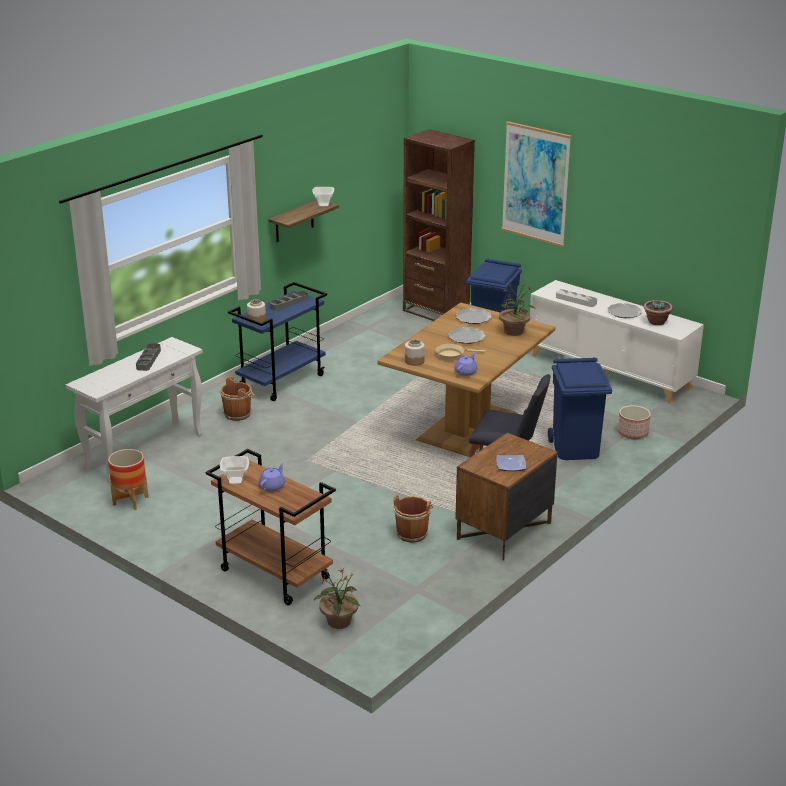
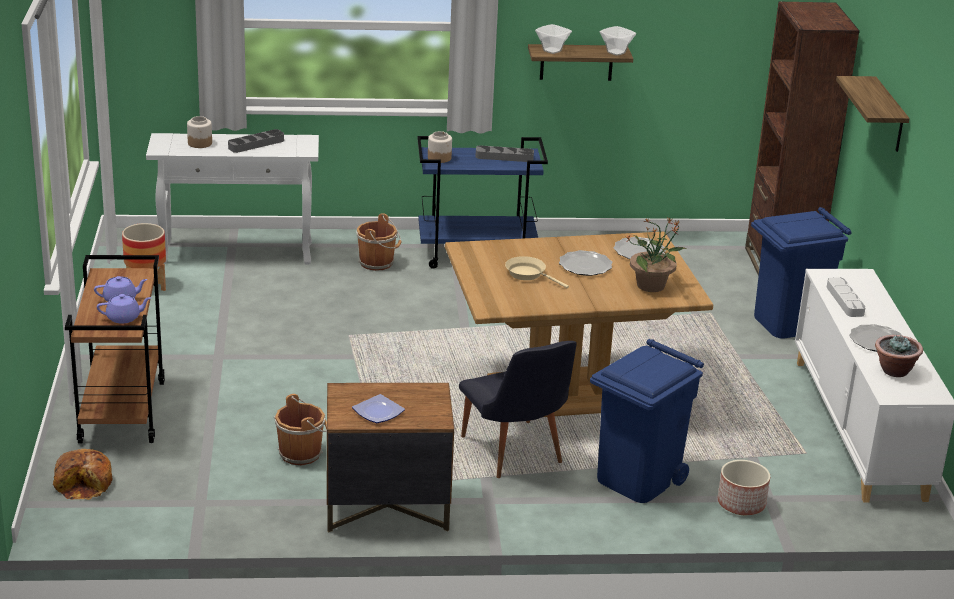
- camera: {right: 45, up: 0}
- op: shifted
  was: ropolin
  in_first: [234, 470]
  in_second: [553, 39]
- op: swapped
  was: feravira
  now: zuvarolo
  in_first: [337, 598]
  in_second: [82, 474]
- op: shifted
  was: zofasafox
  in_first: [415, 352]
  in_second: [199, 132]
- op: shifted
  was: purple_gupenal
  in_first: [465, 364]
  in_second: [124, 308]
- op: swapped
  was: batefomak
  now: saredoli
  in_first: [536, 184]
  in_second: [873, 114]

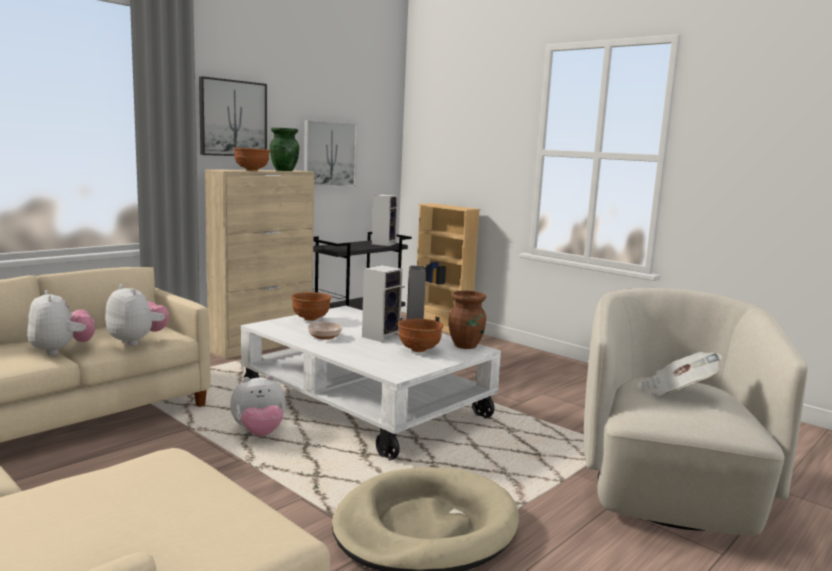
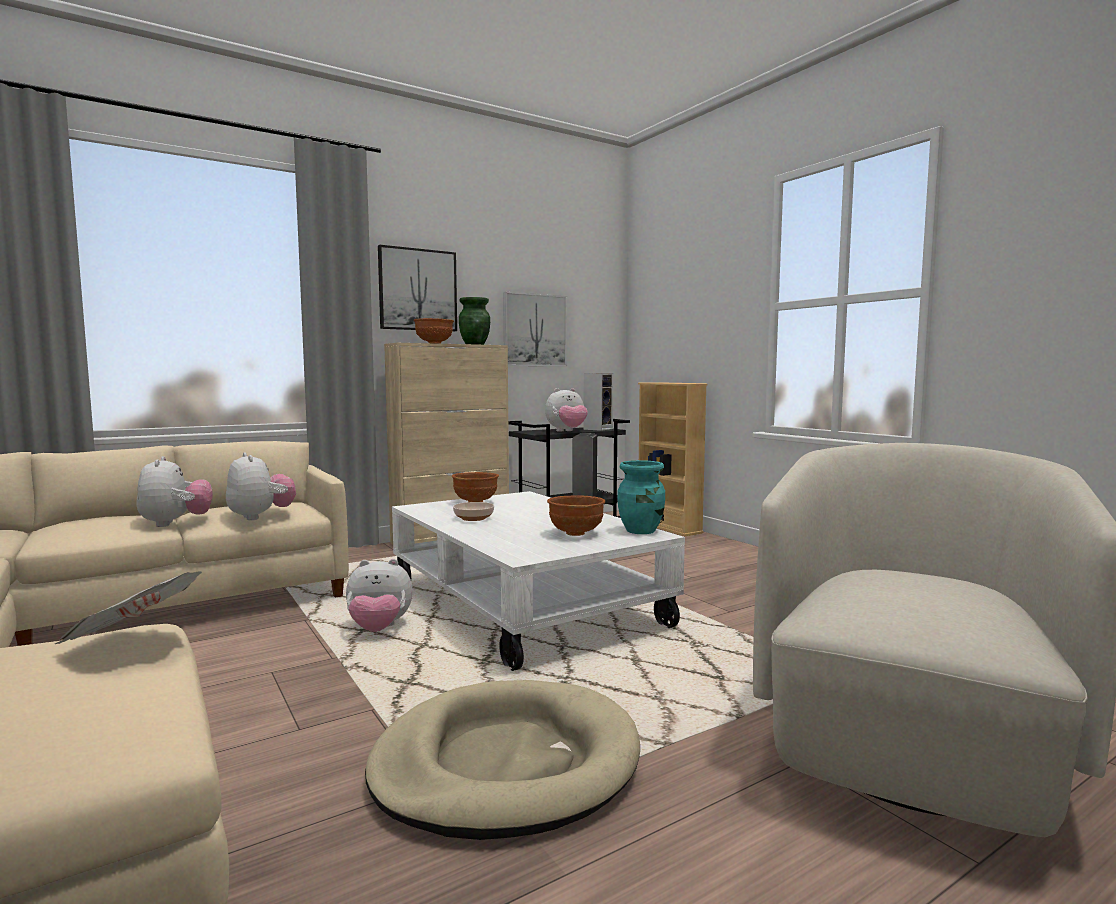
- camera: {right: 15, up: -5}
- op: gone
  was: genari
  in_first: [382, 303]
- op: repainted
  was: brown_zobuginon
  now: turquoise_zobuginon
  in_first: [467, 319]
  in_second: [641, 497]
- op: shifted
  was: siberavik
  in_first: [680, 374]
  in_second: [128, 607]
- op: new
  now: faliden
  in_second: [566, 410]

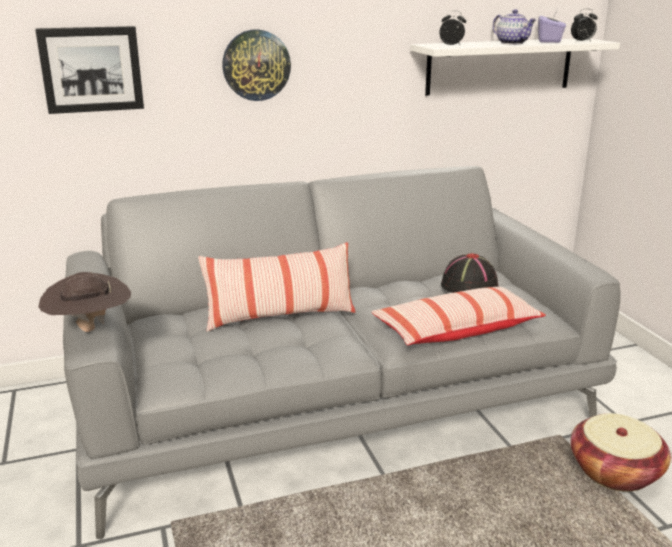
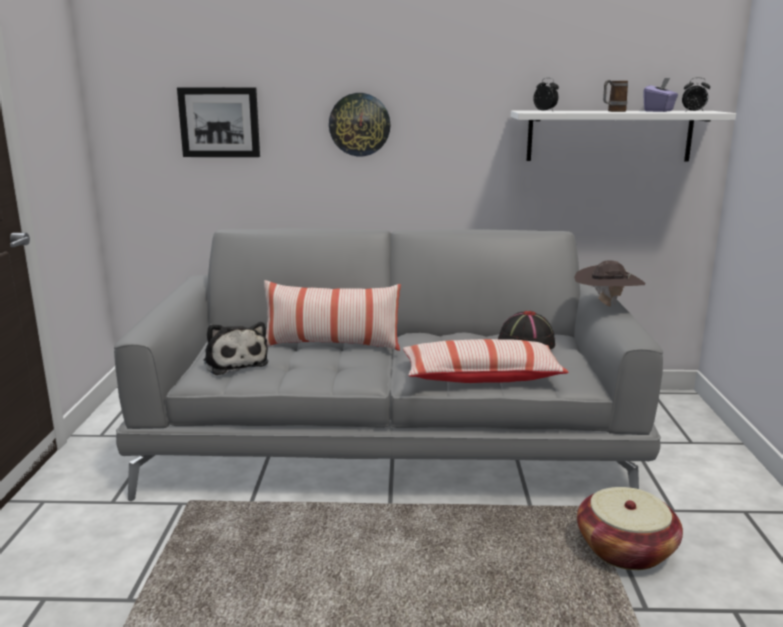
- camera: {right: 20, up: -5}
- op: shifted
  was: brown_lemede
  in_first: [84, 302]
  in_second: [610, 283]
- op: swapped
  was: gupenal
  now: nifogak
  in_first: [514, 27]
  in_second: [615, 96]
- op: new
  now: faliden
  in_second: [236, 348]

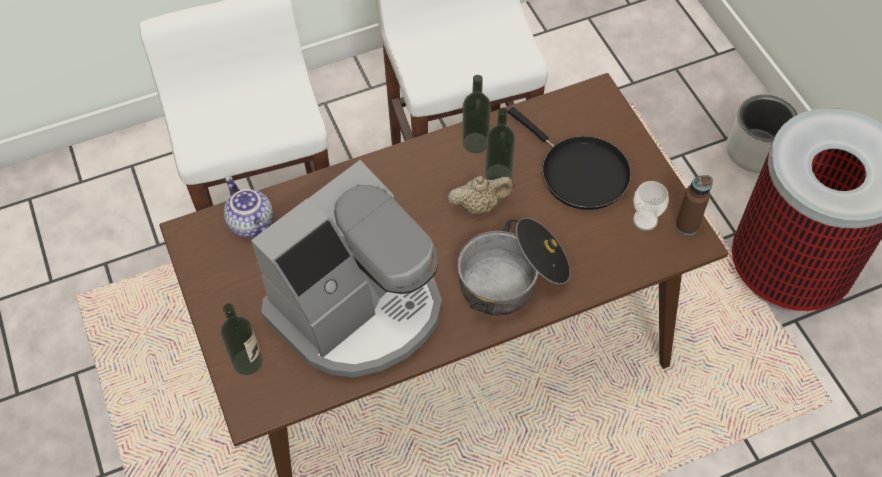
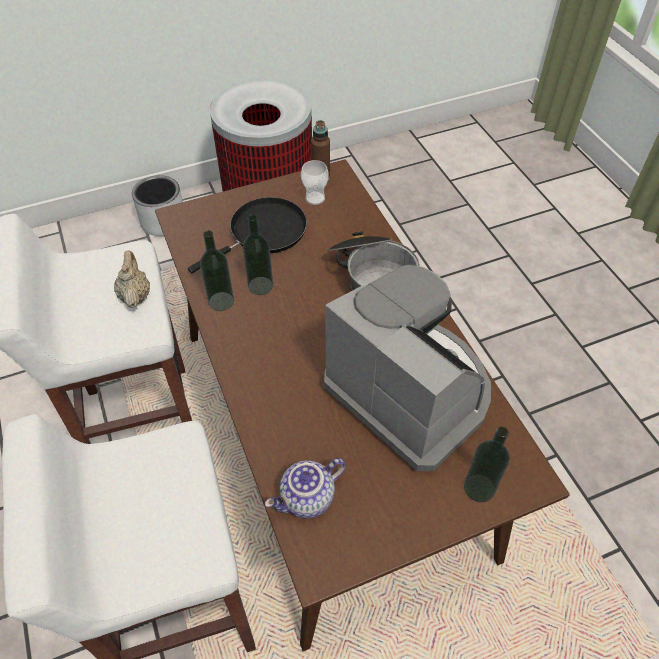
- camera: {right: -90, up: -5}
- op: shifted
  was: beige_gupenal
  in_first: [481, 195]
  in_second: [132, 279]

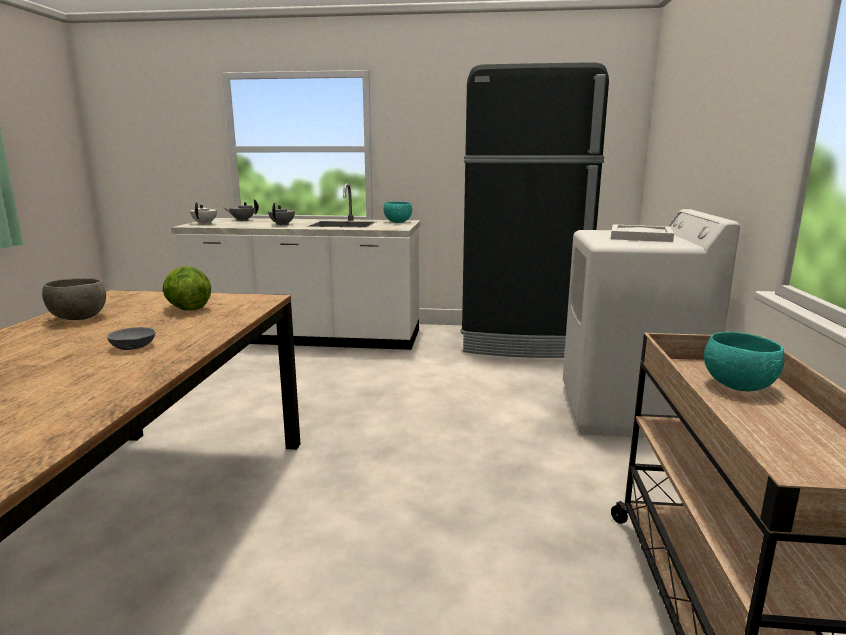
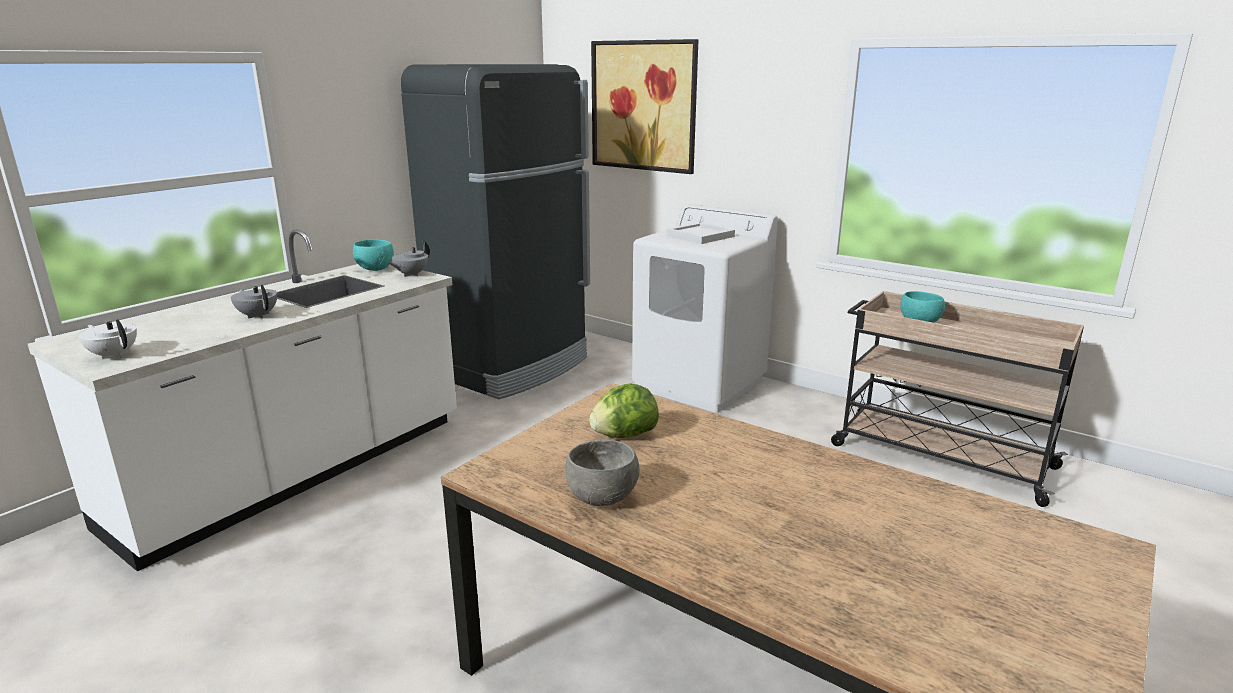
- camera: {right: -60, up: 5}
- op: gone
  was: grey_ropolin
  in_first: [131, 338]
- op: shifted
  was: grey_gupenal
  in_first: [241, 210]
  in_second: [408, 259]
- op: new
  now: batefomak
  in_second: [644, 106]

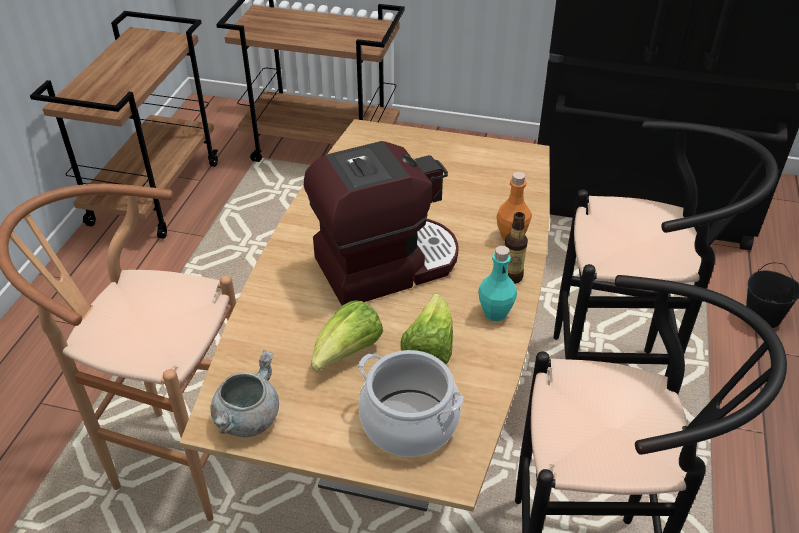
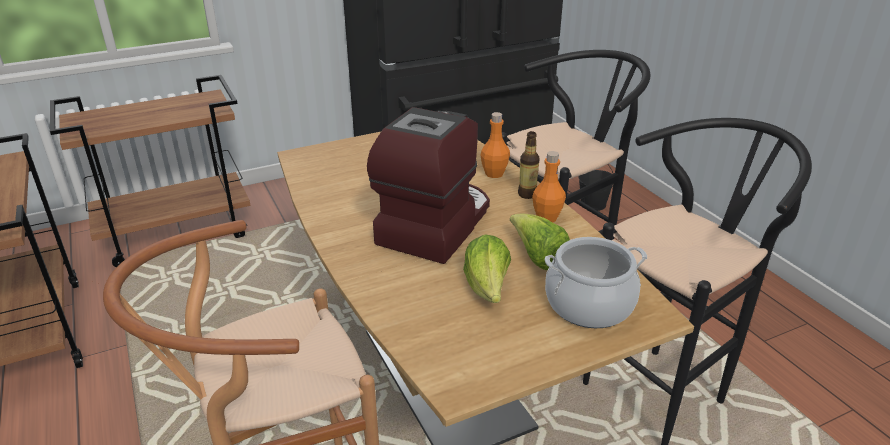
- camera: {right: -40, up: -10}
- op: gone
  was: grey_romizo
  in_first: [244, 393]
- op: repainted
  was: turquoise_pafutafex
  now: orange_pafutafex
  in_first: [497, 283]
  in_second: [549, 186]

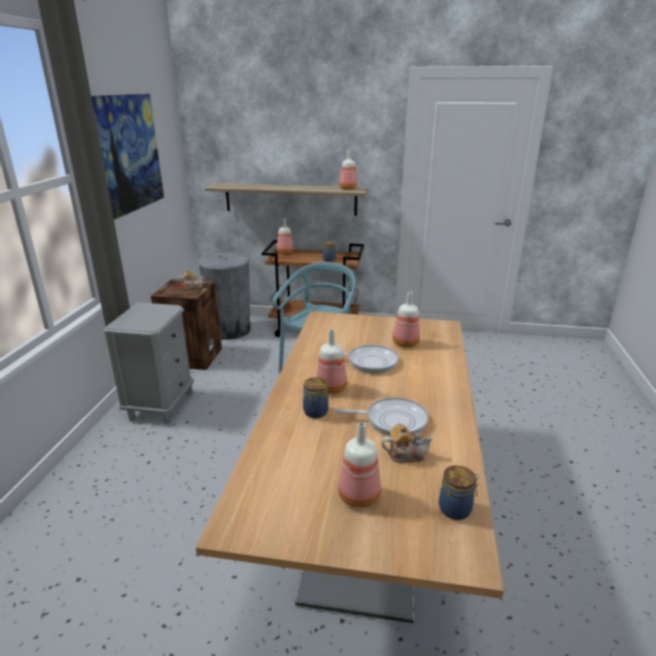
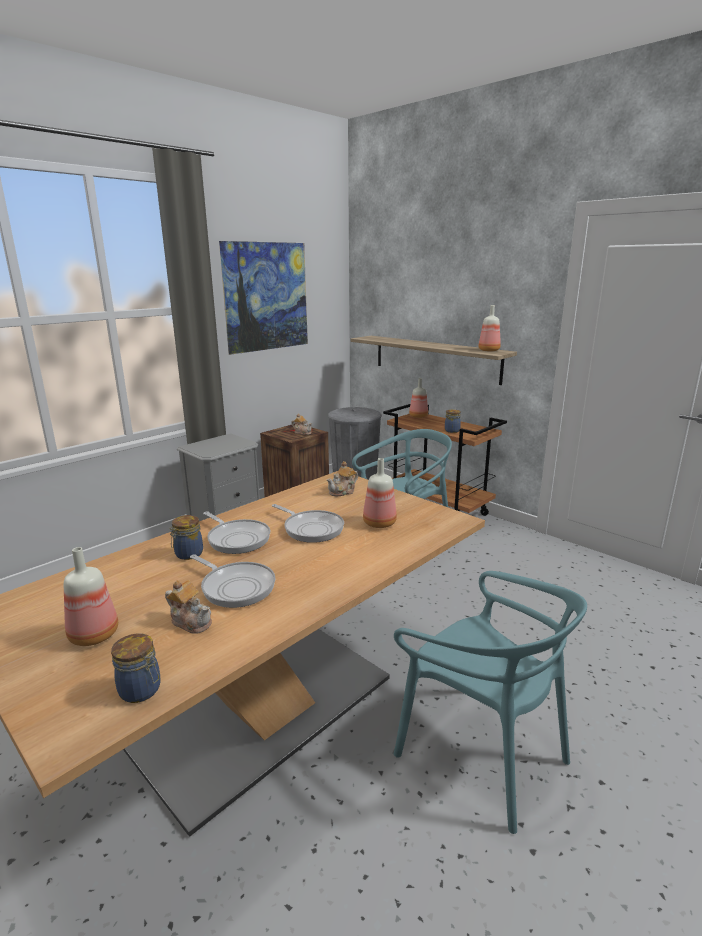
- camera: {right: 35, up: -5}
- op: swapped
  was: pafutafex
  now: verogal
  in_first: [331, 361]
  in_second: [236, 532]
- op: new
  now: gupenal
  in_second: [342, 479]
- op: new
  now: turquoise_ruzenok
  in_second: [490, 702]

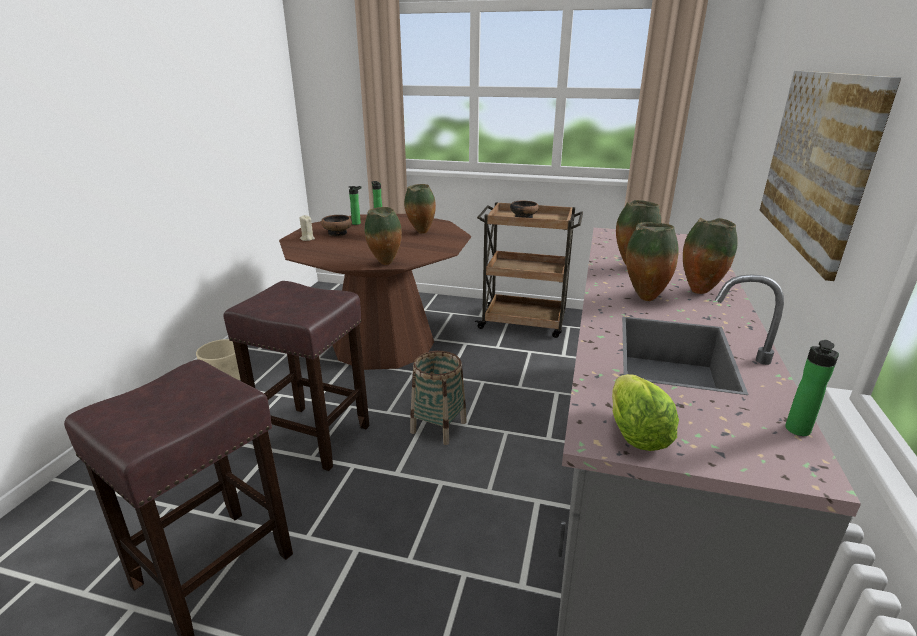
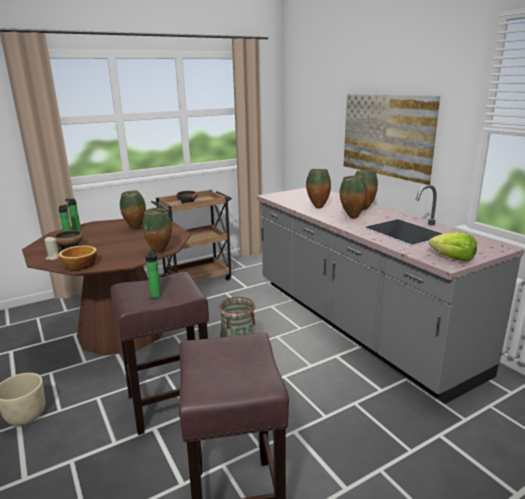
- camera: {right: -45, up: -5}
- op: shifted
  was: pafutafex
  in_first: [812, 388]
  in_second: [153, 274]
- op: new
  now: ropolin
  in_second: [77, 258]

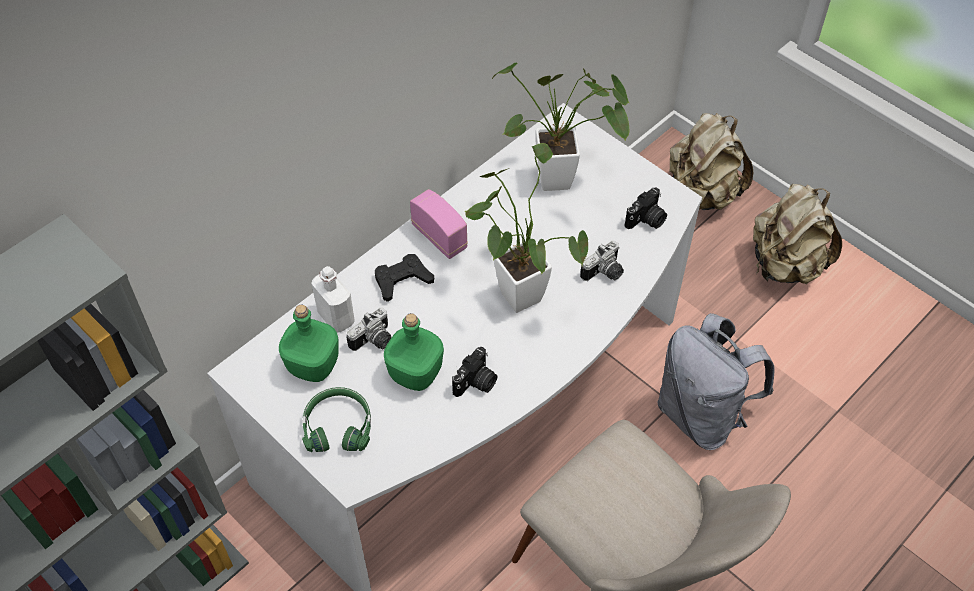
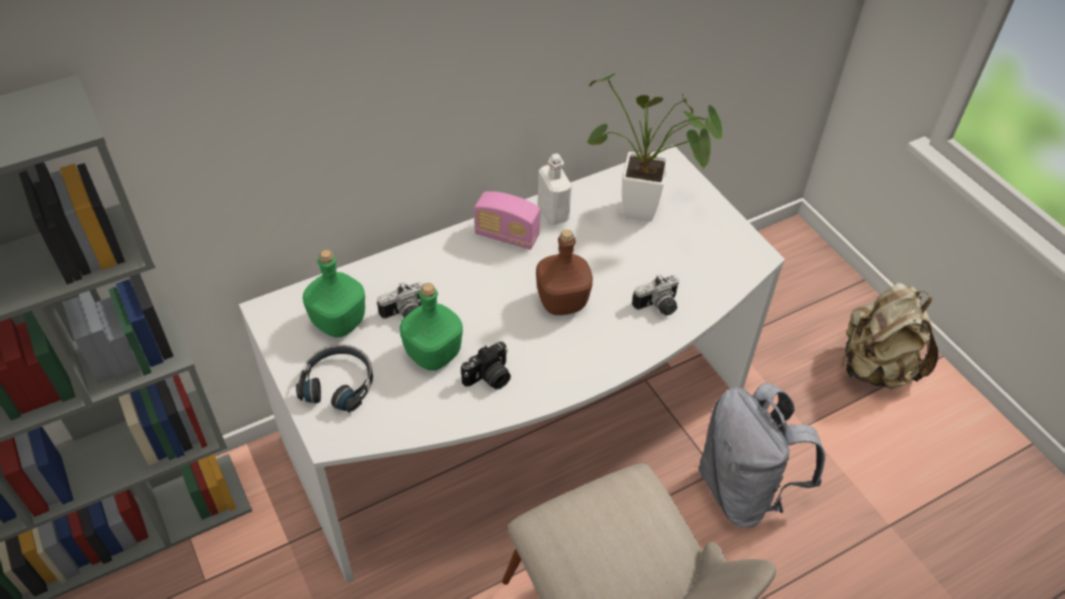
- camera: {right: 15, up: -5}
- op: repainted
  was: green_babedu
  now: black_babedu
  in_first: [336, 420]
  in_second: [334, 378]
- op: shifted
  was: white_pafutafex
  in_first: [333, 299]
  in_second: [555, 189]
- op: gone
  was: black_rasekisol
  in_first: [404, 278]
- op: rotated
  was: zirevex
  in_first: [439, 224]
  in_second: [507, 220]
  clockwise: 135
- op: swapped
  was: feravira
  now: brown_pafutafex
  in_first: [526, 228]
  in_second: [564, 272]
- op: gone
  was: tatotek
  in_first: [646, 208]
- op: gone
  was: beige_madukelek
  in_first: [711, 161]

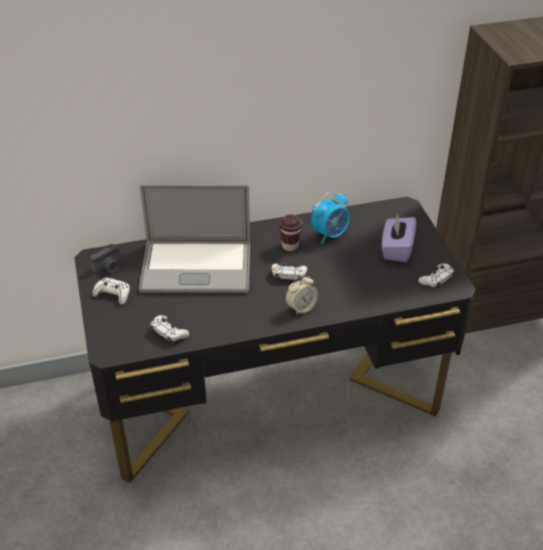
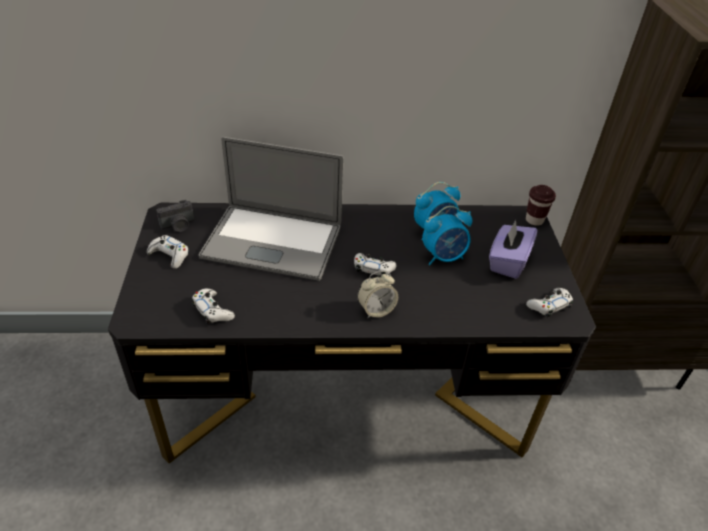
- camera: {right: 10, up: 0}
- op: shifted
  was: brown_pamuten
  in_first: [290, 233]
  in_second: [541, 205]
- op: new
  now: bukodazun
  in_second: [447, 235]

